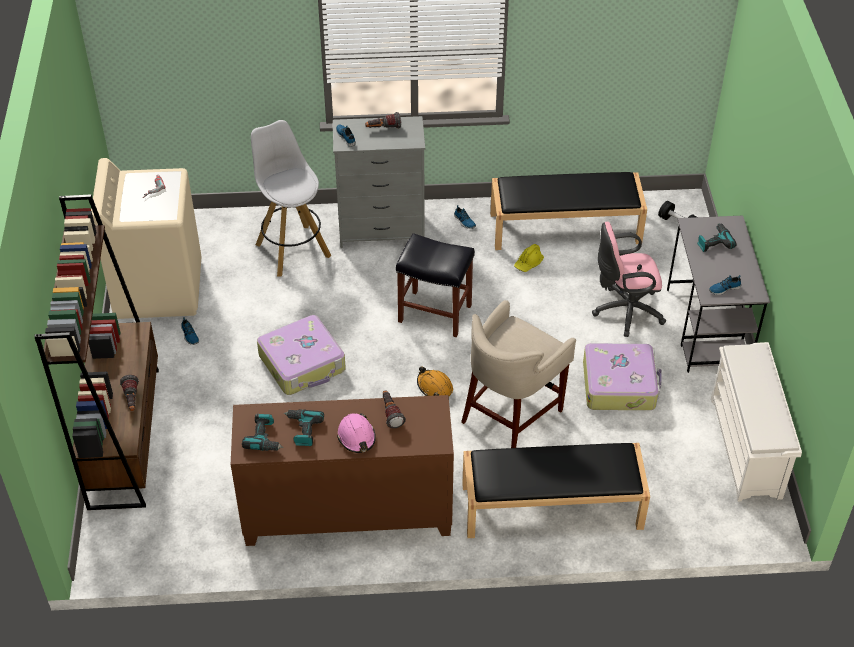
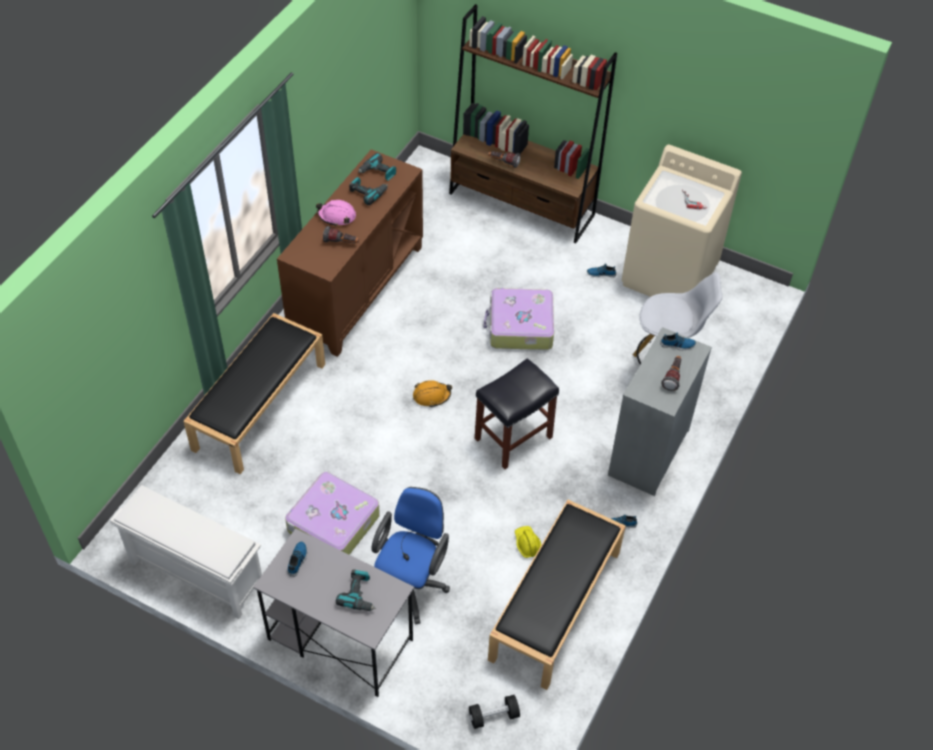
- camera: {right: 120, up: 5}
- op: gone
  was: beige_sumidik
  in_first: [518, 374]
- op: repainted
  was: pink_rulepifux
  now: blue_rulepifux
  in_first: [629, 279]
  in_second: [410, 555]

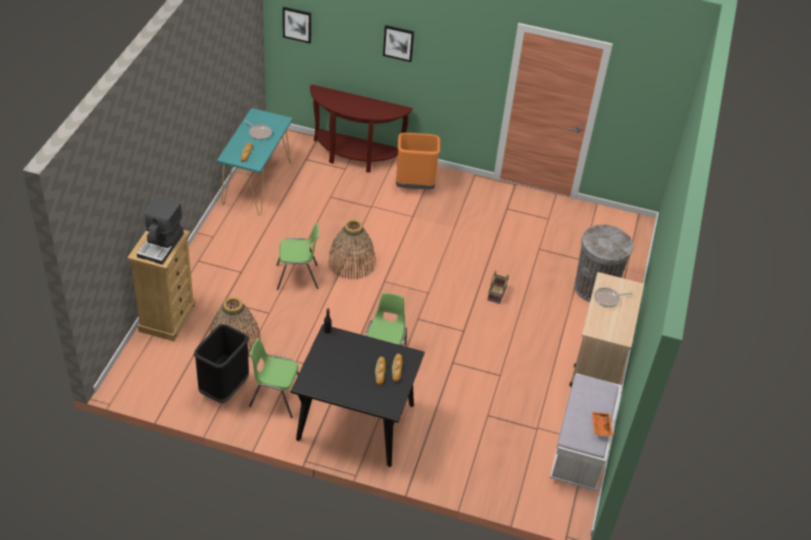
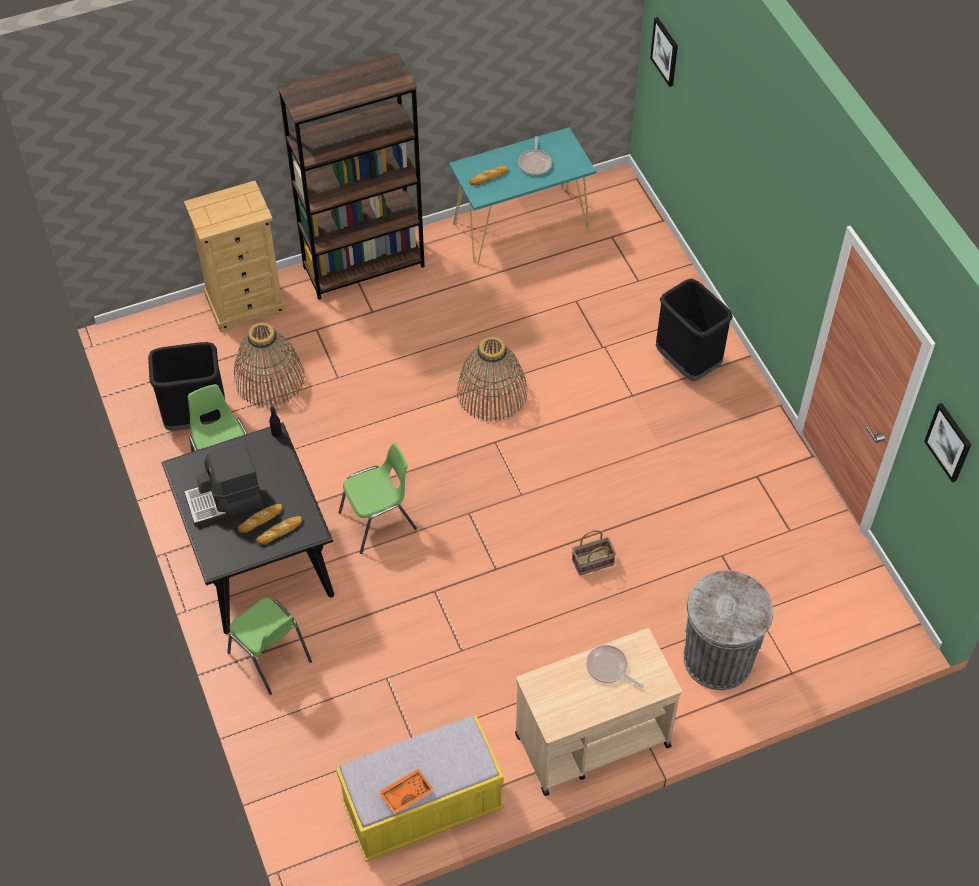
- camera: {right: 55, up: 10}
- op: shifted
  was: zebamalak
  in_first: [160, 230]
  in_second: [223, 483]
- op: shifted
  was: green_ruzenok
  in_first: [298, 256]
  in_second: [269, 646]
- op: gone
  was: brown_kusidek
  in_first: [361, 128]
- op: shifted
  was: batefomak
  in_first: [398, 43]
  in_second: [947, 443]
- op: repainted
  was: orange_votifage
  now: black_votifage
  in_first: [418, 161]
  in_second: [694, 330]
- op: repainted
  was: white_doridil
  now: yellow_doridil
  in_first: [585, 432]
  in_second: [420, 789]
- op: new
  now: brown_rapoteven
  in_second: [351, 176]

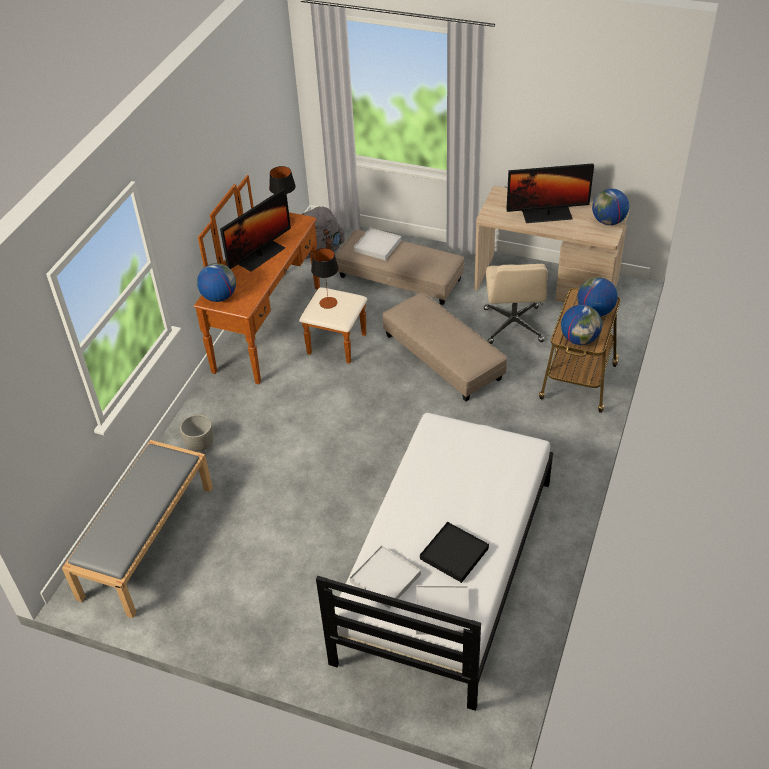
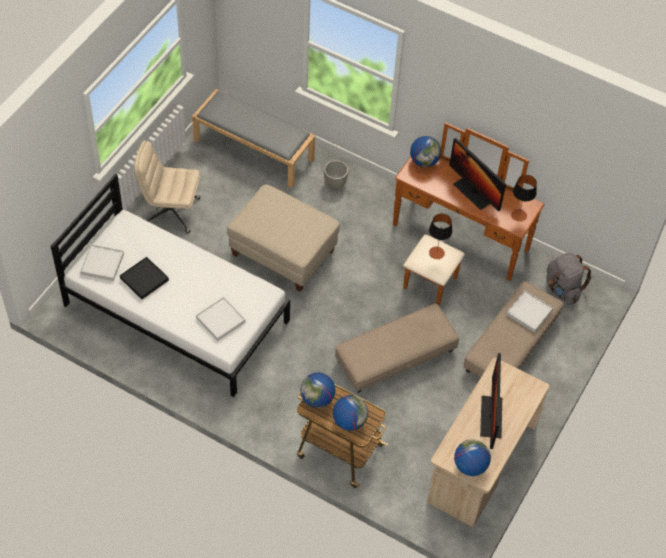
- camera: {right: 95, up: 10}
- op: shifted
  was: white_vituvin
  in_first: [385, 577]
  in_second: [220, 319]
- op: shifted
  was: beige_rulepifux
  in_first: [516, 304]
  in_second: [167, 186]
- op: new
  now: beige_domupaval
  in_second: [283, 238]

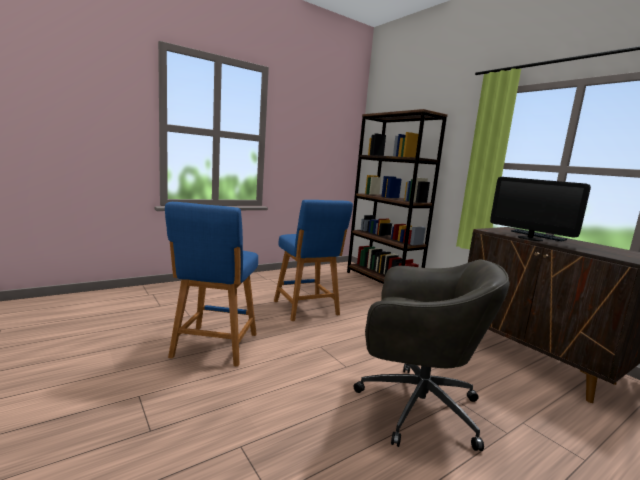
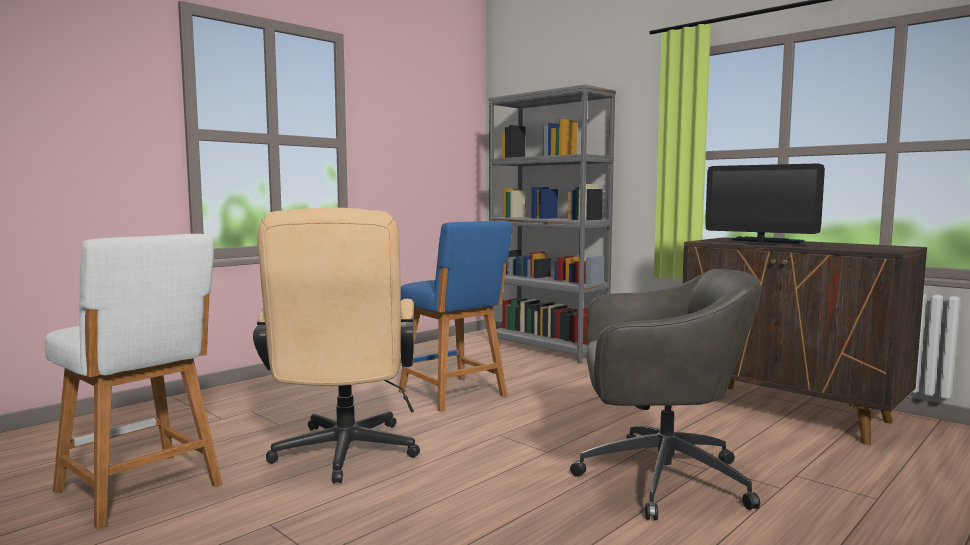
- camera: {right: -10, up: -5}
- op: swapped
  was: blue_sumidik
  now: beige_rulepifux
  in_first: [211, 284]
  in_second: [336, 345]
- op: repainted
  was: brown_rapoteven
  now: grey_rapoteven
  in_first: [397, 196]
  in_second: [552, 223]
- op: new
  now: white_sumidik
  in_second: [133, 381]

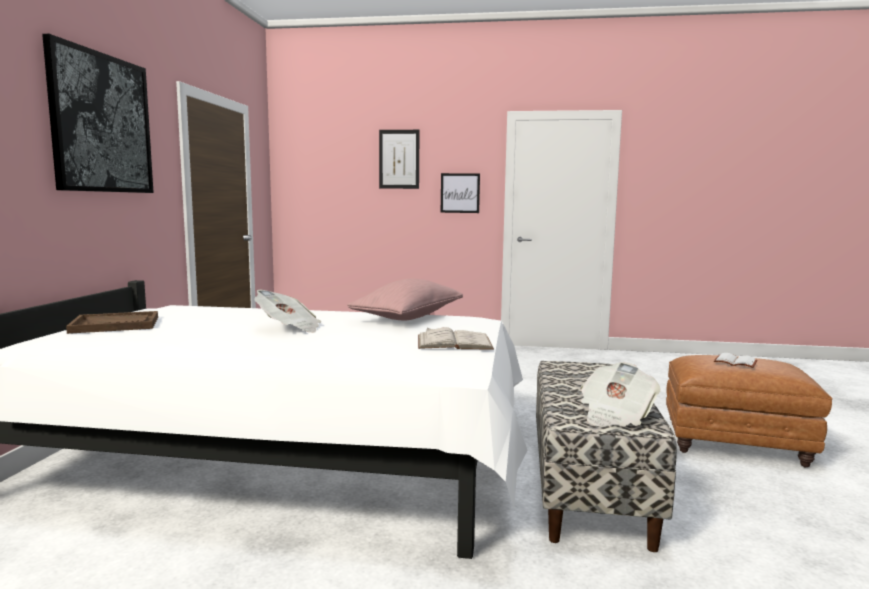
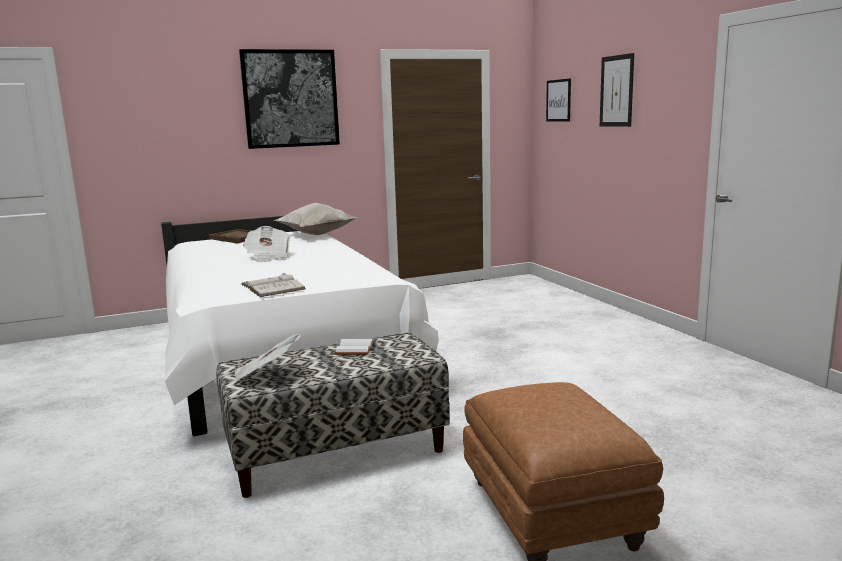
- camera: {right: 60, up: 5}
- op: gone
  was: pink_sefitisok
  in_first: [405, 299]
- op: shifted
  was: batefomak
  in_first: [460, 193]
  in_second: [558, 99]
- op: shifted
  was: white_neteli
  in_first: [736, 360]
  in_second: [354, 347]
- op: new
  now: white_sefitisok
  in_second: [315, 219]

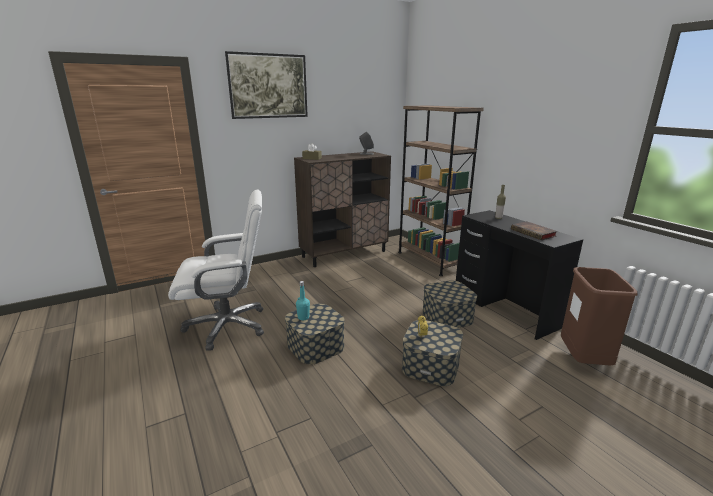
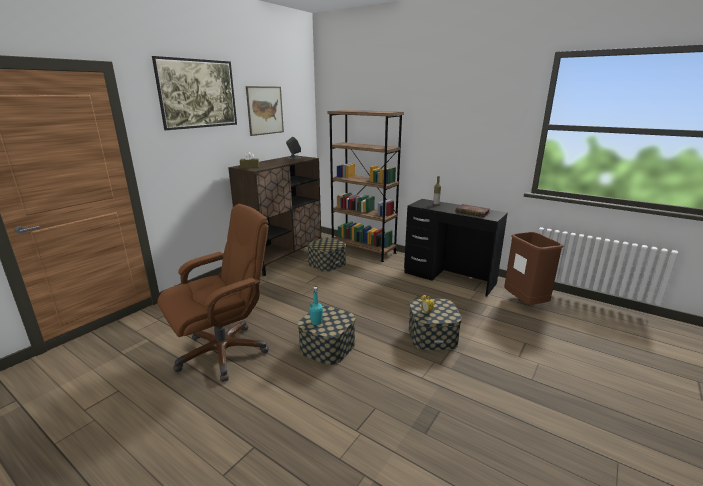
- camera: {right: -25, up: 0}
- op: repainted
  was: white_rulepifux
  now: brown_rulepifux
  in_first: [216, 270]
  in_second: [213, 293]
- op: shifted
  was: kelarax
  in_first: [449, 304]
  in_second: [326, 254]
- op: new
  now: batefomak
  in_second: [265, 111]

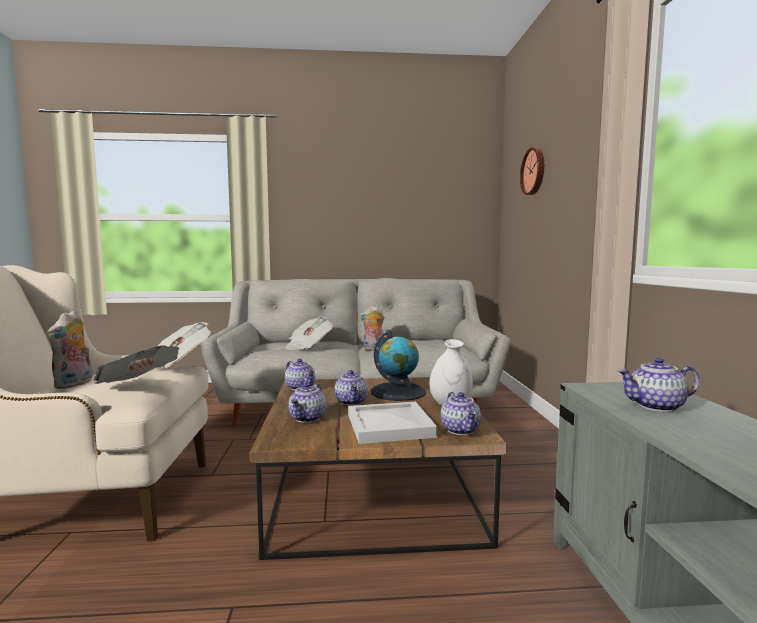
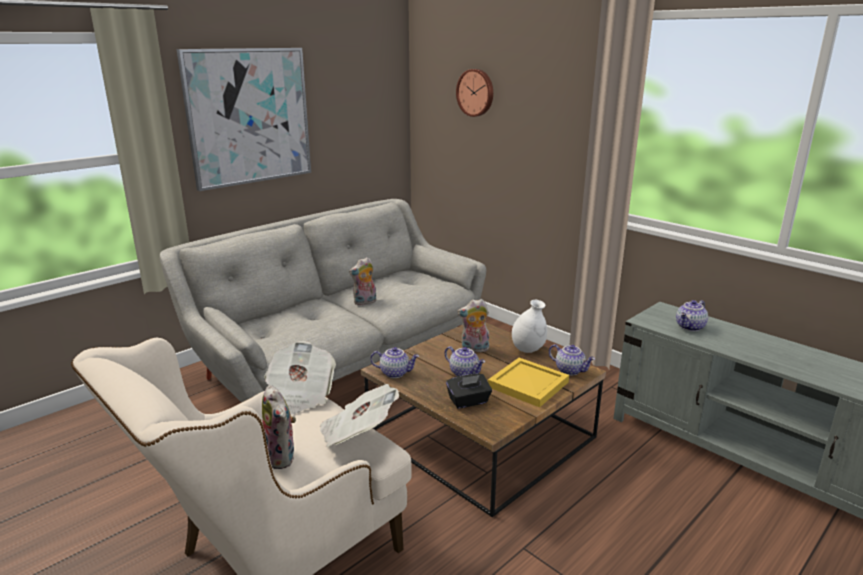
- camera: {right: -40, up: 15}
- op: gone
  was: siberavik
  in_first: [309, 333]
- op: swapped
  was: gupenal
  now: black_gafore
  in_first: [307, 403]
  in_second: [469, 391]
- op: repainted
  was: white_vituvin
  now: yellow_vituvin
  in_first: [392, 423]
  in_second: [528, 383]
- op: swapped
  was: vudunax
  now: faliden
  in_first: [398, 366]
  in_second: [473, 326]
- op: new
  now: batefomak
  in_second: [244, 119]

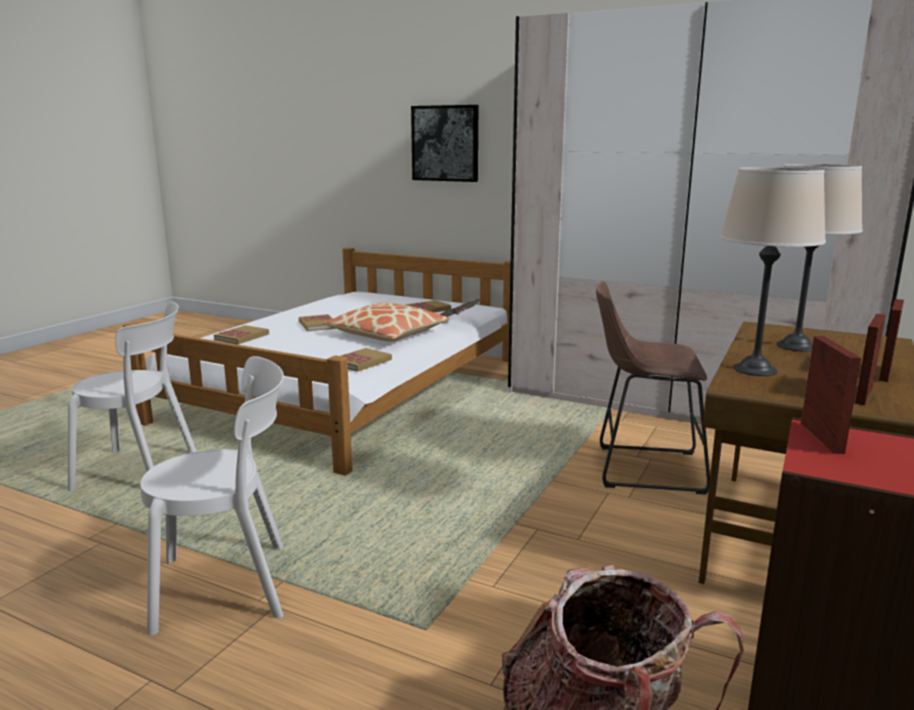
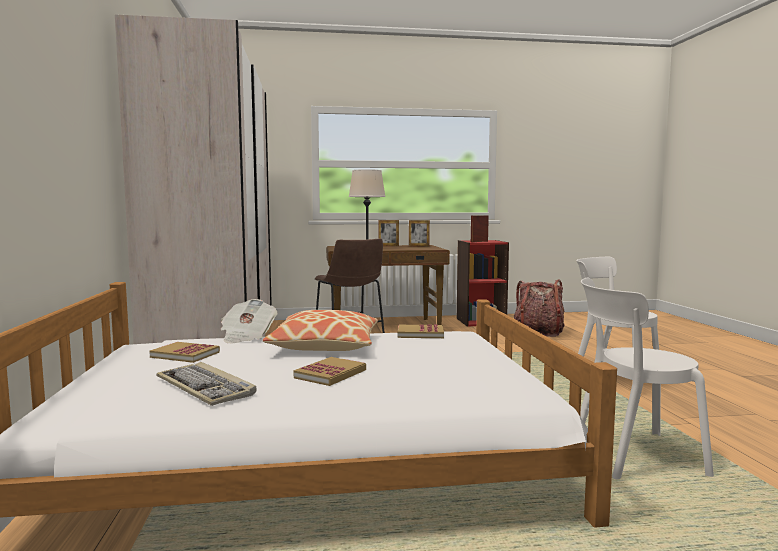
- camera: {right: -125, up: -10}
- op: rotated
  was: white_ruzenok
  in_first: [132, 396]
  in_second: [647, 379]
  clockwise: -60
- op: gone
  was: neteli
  in_first: [241, 335]
- op: gone
  was: batefomak
  in_first: [444, 143]
- op: gone
  was: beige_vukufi
  in_first: [773, 271]
- op: new
  now: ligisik
  in_second: [207, 384]

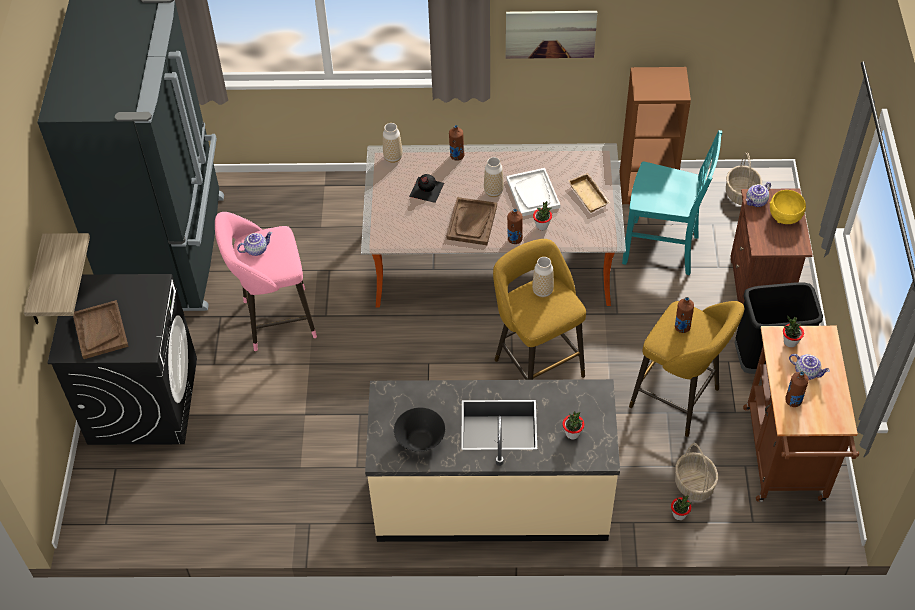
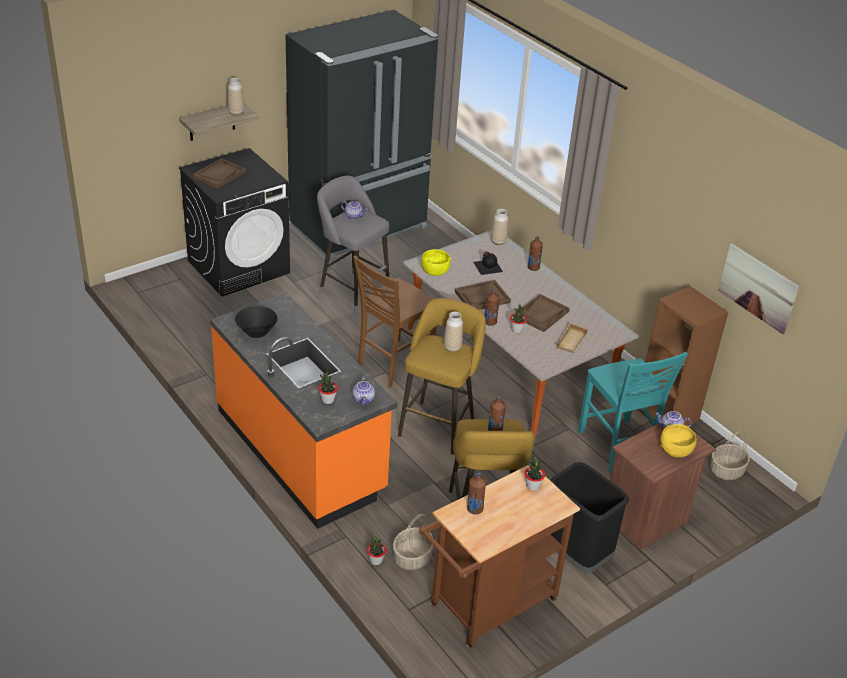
- camera: {right: 50, up: -15}
- op: repainted
  was: pink_sumidik
  now: grey_sumidik
  in_first: [266, 281]
  in_second: [353, 245]
- op: repainted
  was: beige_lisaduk
  now: orange_lisaduk
  in_first: [492, 460]
  in_second: [304, 411]
- op: shifted
  was: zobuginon
  in_first: [494, 177]
  in_second: [236, 97]
- op: shifted
  was: batefomak
  in_first: [551, 35]
  in_second: [758, 289]
- op: repainted
  was: white_vituvin
  now: brown_vituvin
  in_first: [533, 192]
  in_second: [542, 313]
- op: shifted
  was: gupenal
  in_first: [809, 367]
  in_second: [363, 390]
- op: new
  now: brown_ruzenok
  in_second: [395, 321]
- op: new
  now: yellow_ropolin
  in_second: [436, 262]

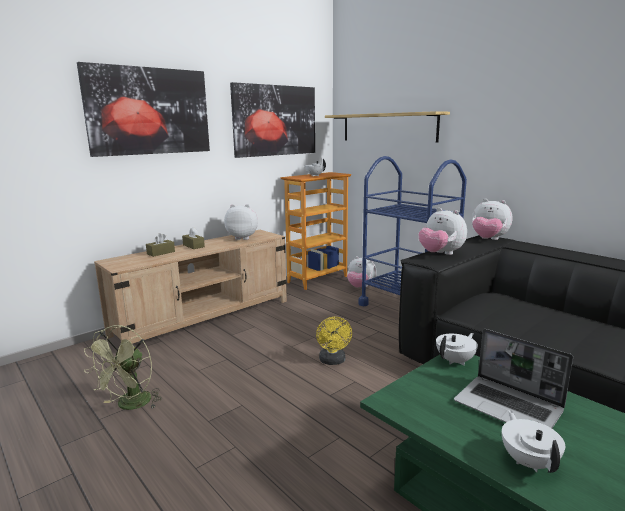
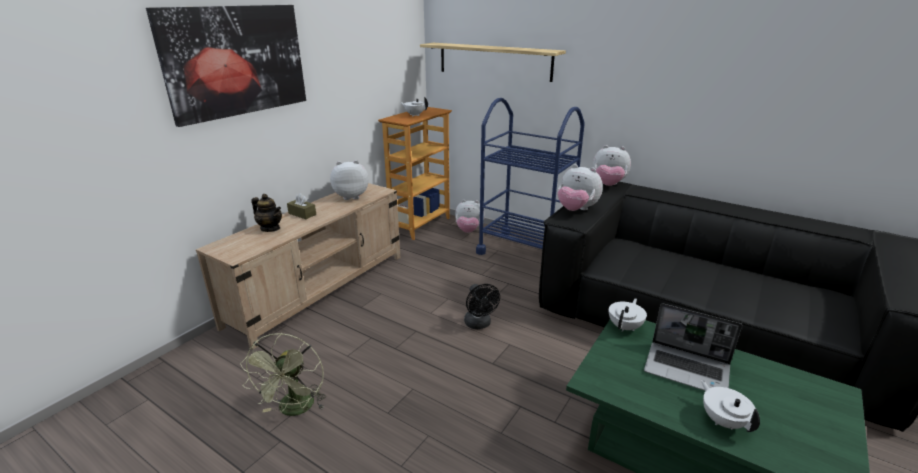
- camera: {right: -15, up: 10}
- op: swapped
  was: brown_gafore
  now: gupenal
  in_first: [160, 245]
  in_second: [266, 213]
- op: gone
  was: batefomak
  in_first: [272, 120]
- op: repainted
  was: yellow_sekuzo
  now: black_sekuzo
  in_first: [334, 341]
  in_second: [482, 306]

